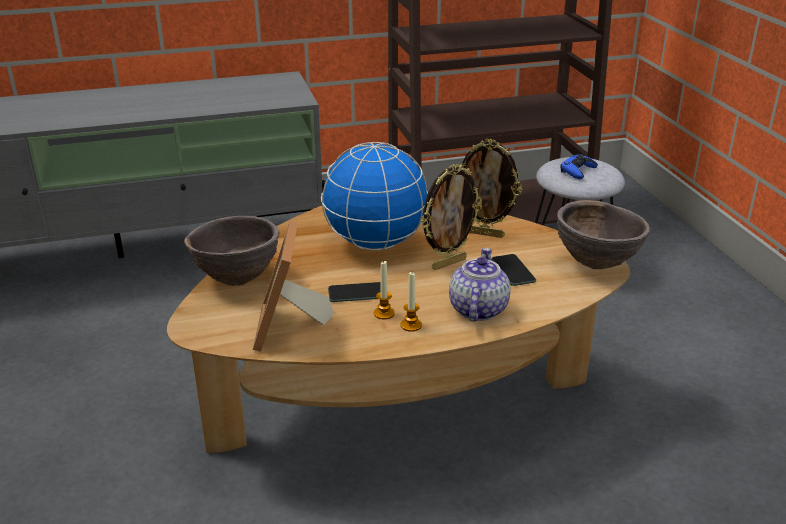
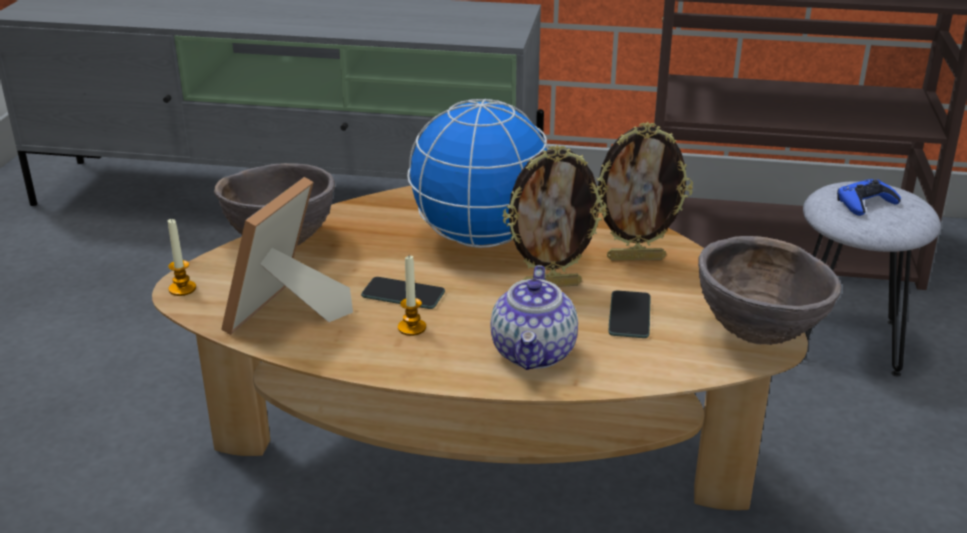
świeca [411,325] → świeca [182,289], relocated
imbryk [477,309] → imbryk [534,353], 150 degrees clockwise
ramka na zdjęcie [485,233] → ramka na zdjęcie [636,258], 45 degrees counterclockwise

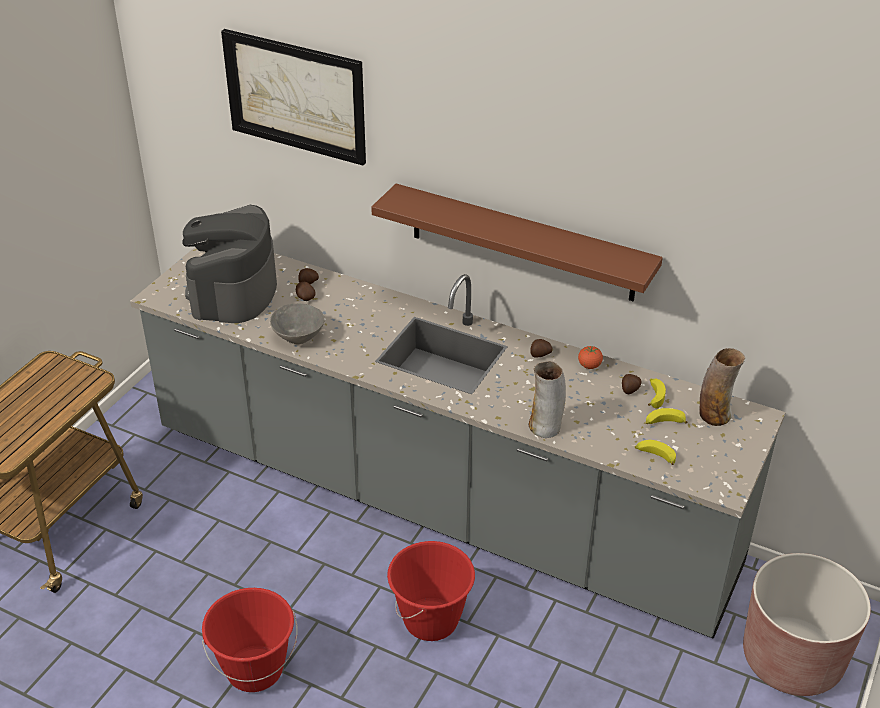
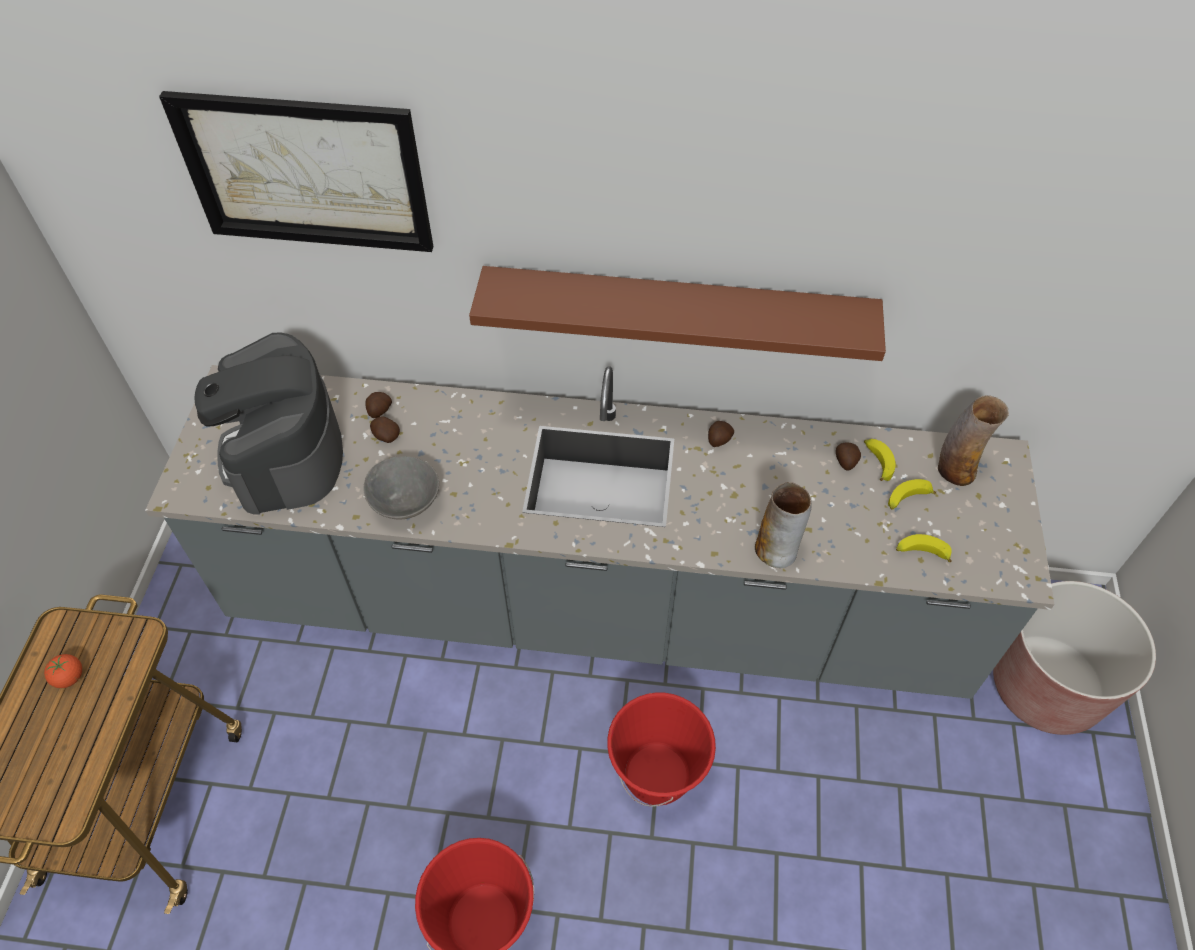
pomidor [589,366] → pomidor [70,677], relocated

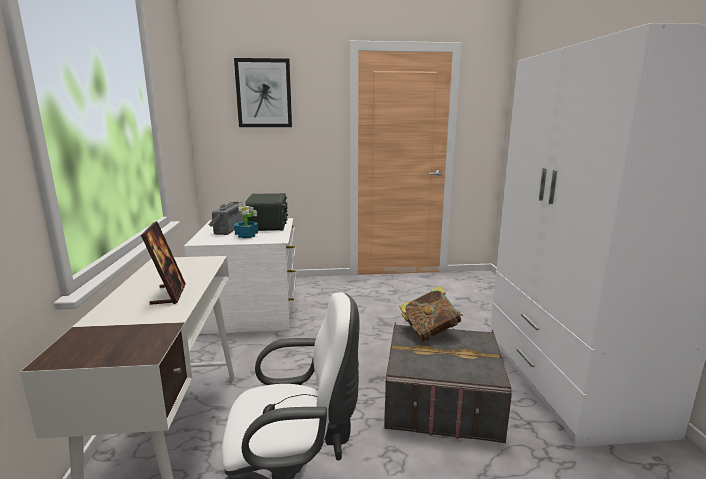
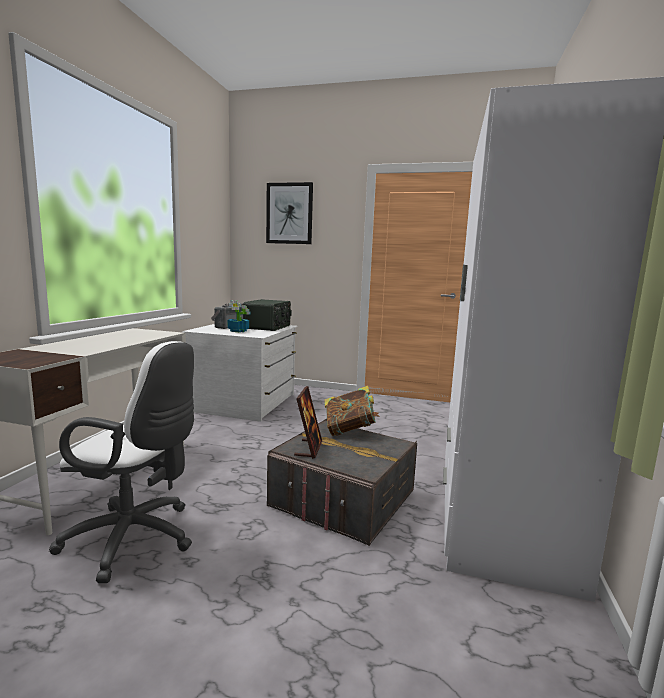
ramka na zdjęcie [168,294] → ramka na zdjęcie [308,448], relocated

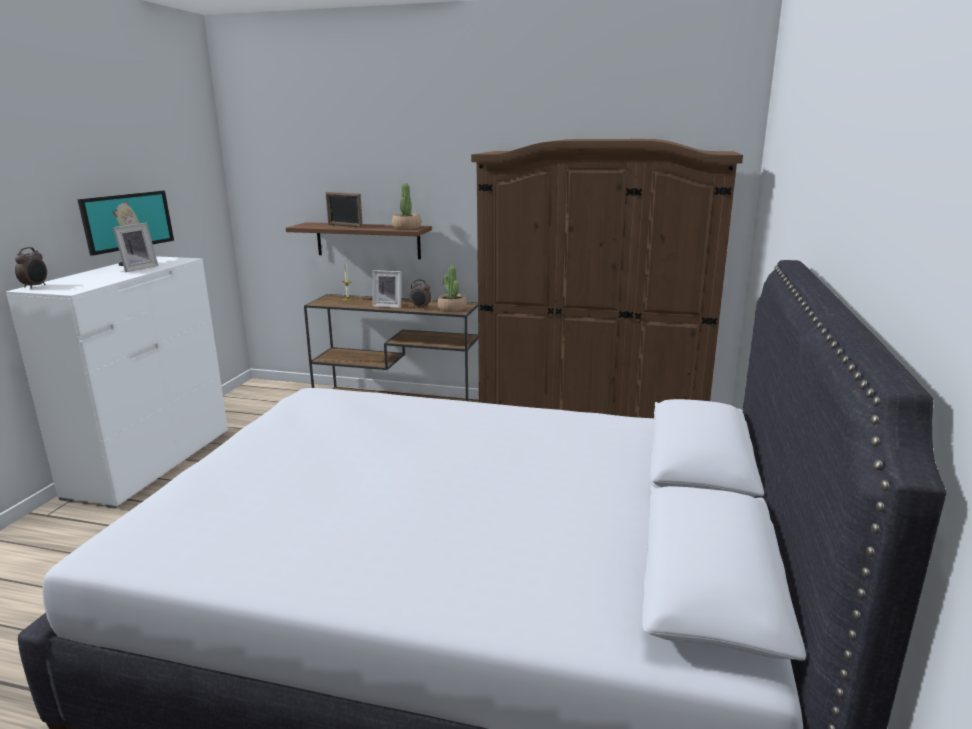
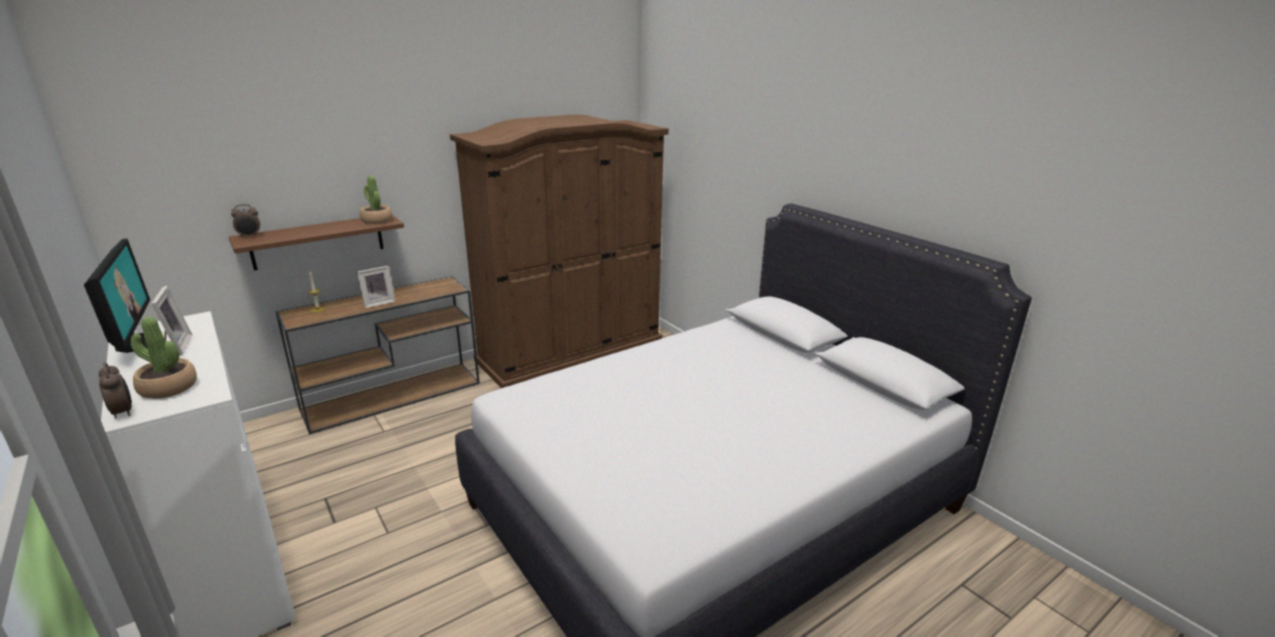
roślina doniczkowa [452,308] → roślina doniczkowa [168,388], relocated
budzik [420,308] → budzik [249,236], relocated
ramka na zdjęcie [344,226] → -

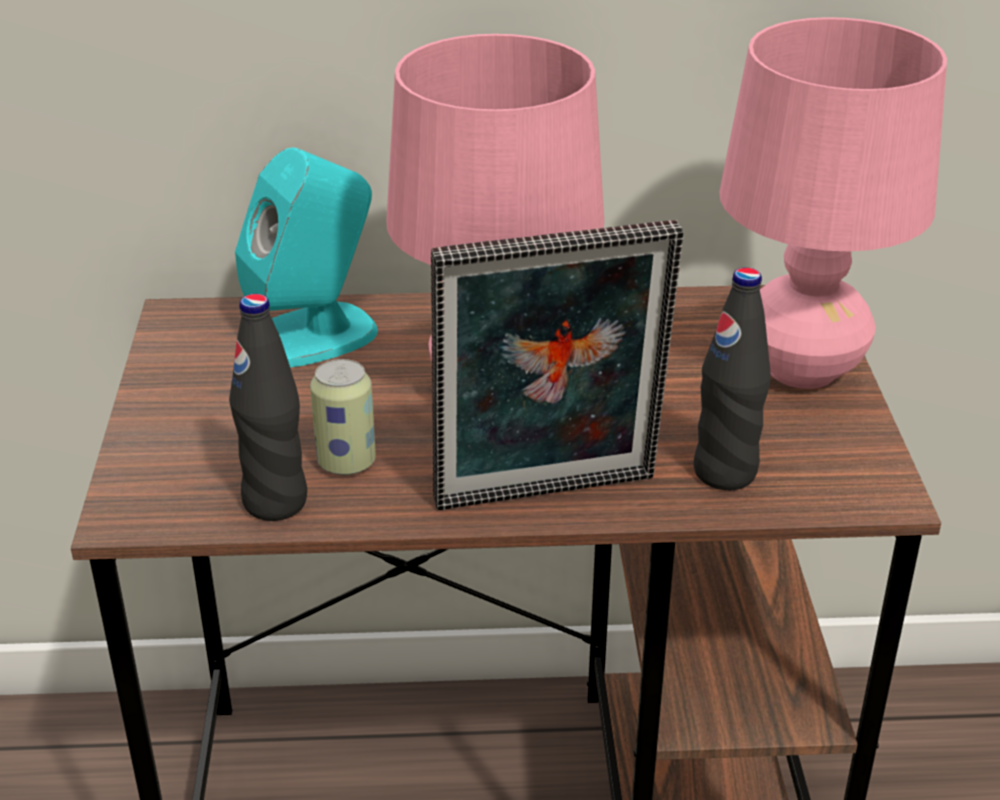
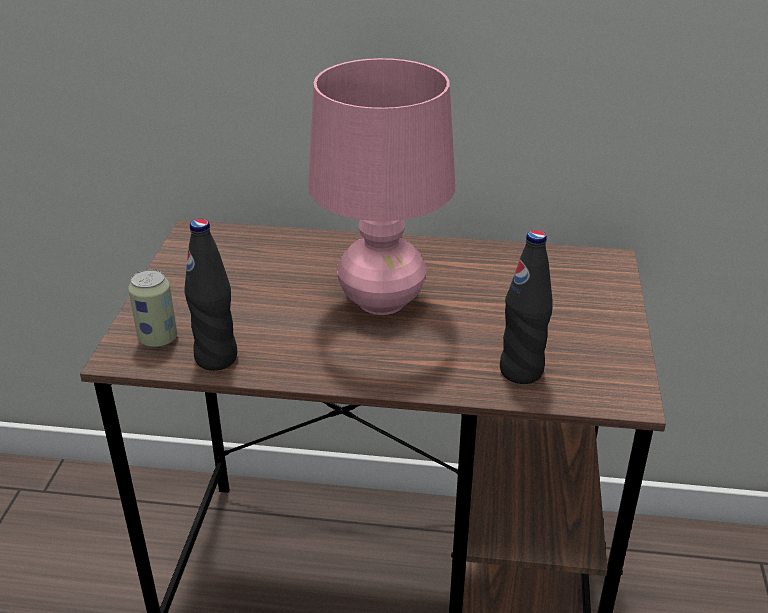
puszka [346,462] → puszka [158,339], relocated
głośnik [turkusowy] [314,336] → -
ramka na zdjęcie [548,497] → -
lampa stołowa [różowy] [802,369] → -

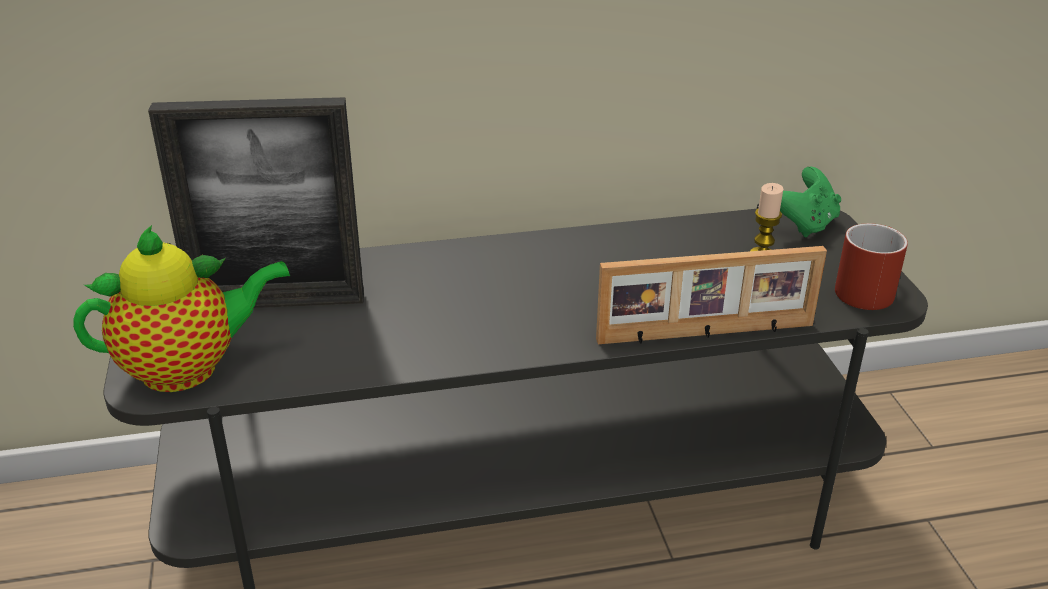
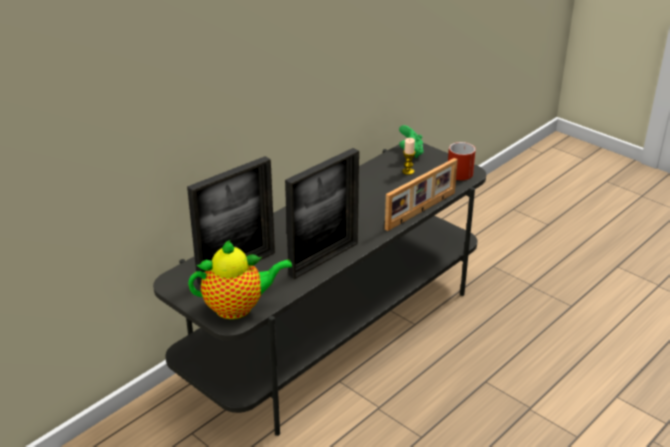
imbryk [188,368] → imbryk [238,307], 45 degrees clockwise
- → ramka na zdjęcie [323,259]

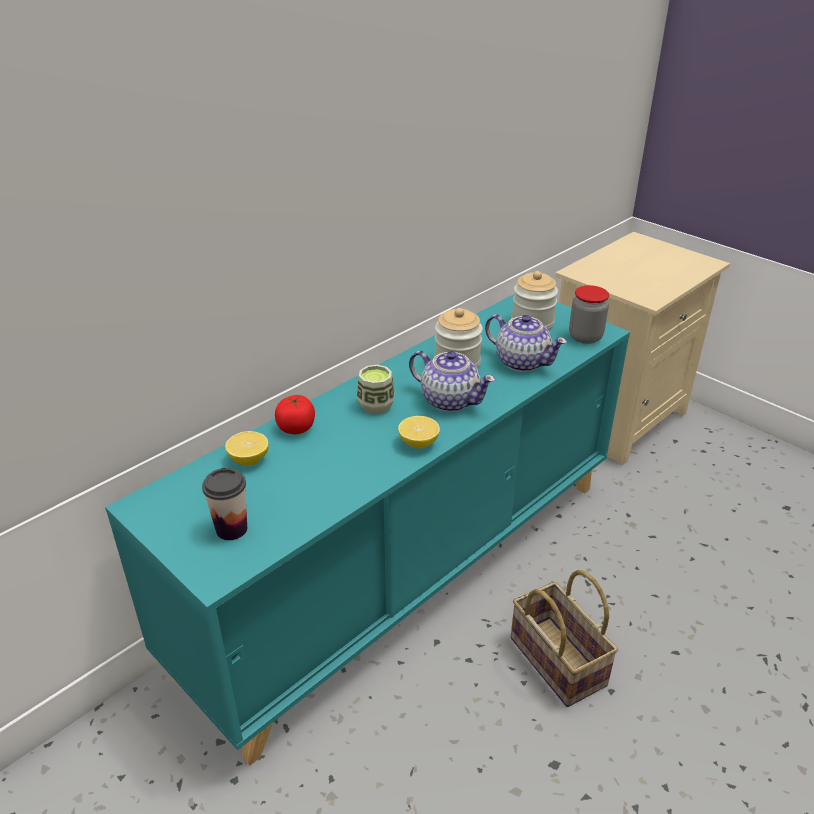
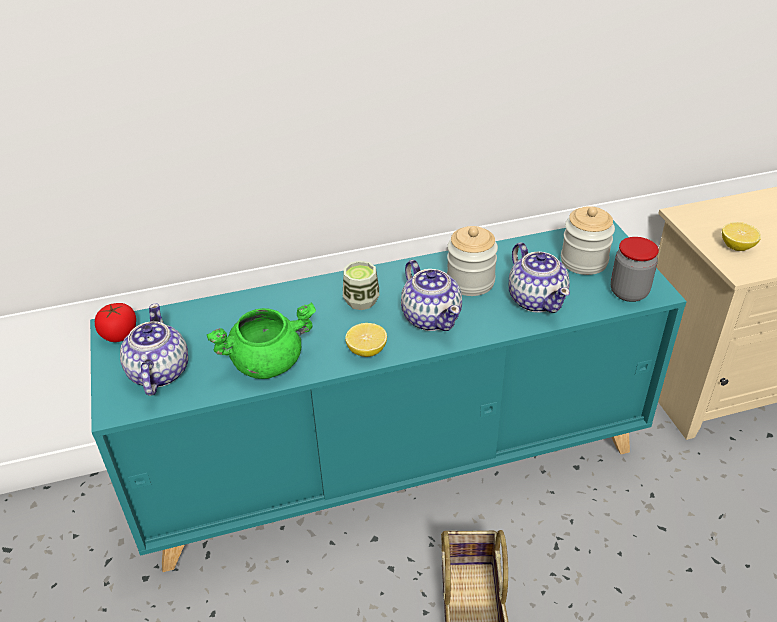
pomidor [296,428] → pomidor [119,335], relocated
filiżanka [231,529] → imbryk [158,373]
- → garnek [zielony] [267,362]
cytryna [249,459] → cytryna [737,246], relocated

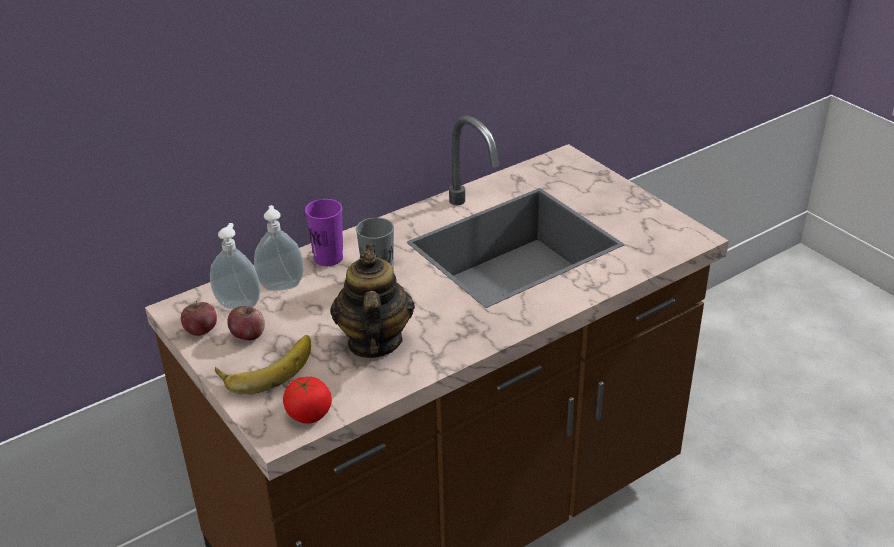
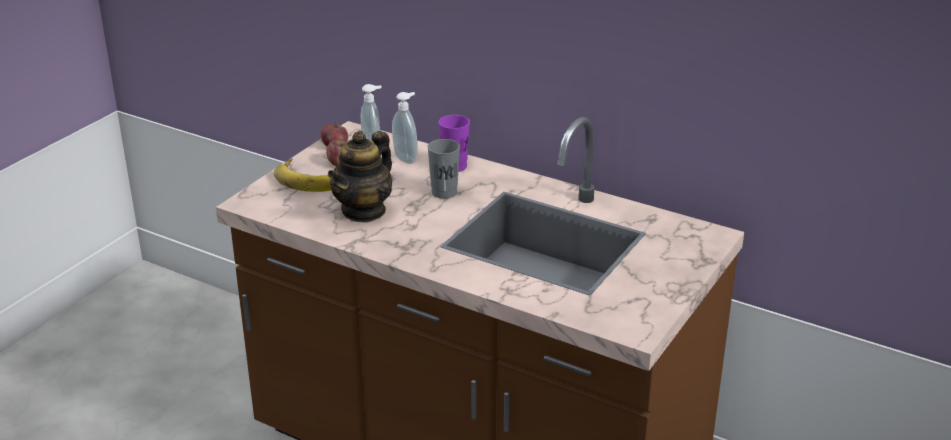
imbryk [374,342] → imbryk [364,211], 150 degrees clockwise
pomidor [309,414] → -

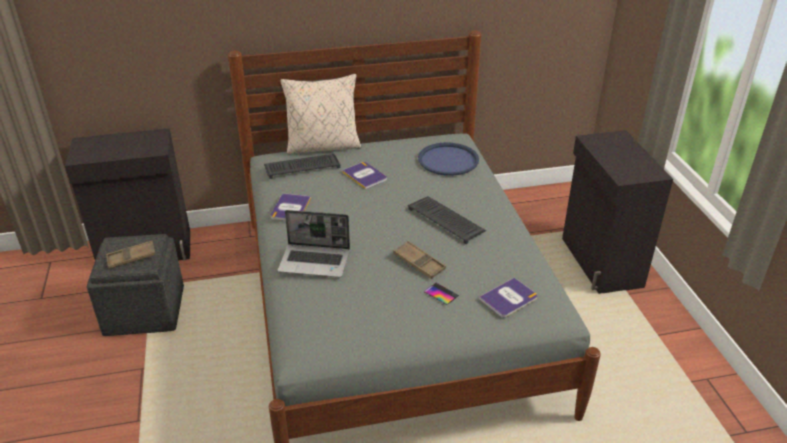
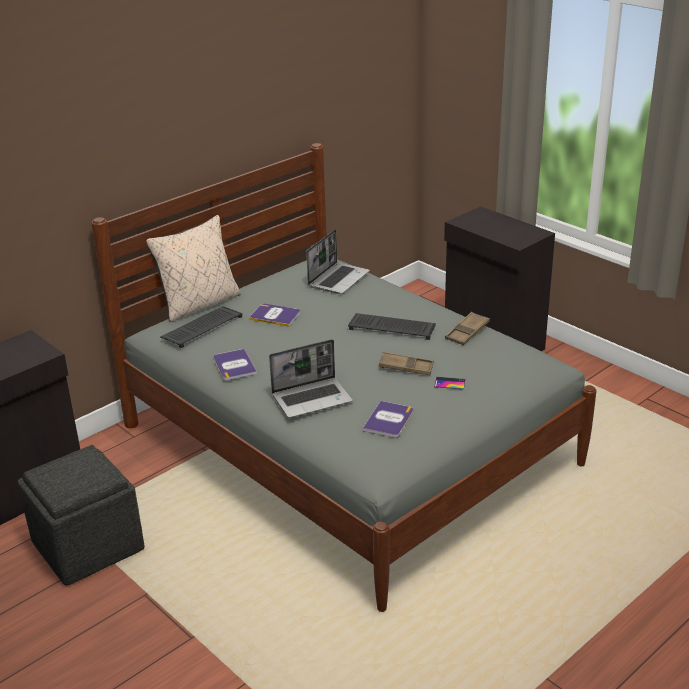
taca [niebieski] [448,160] → laptop [338,279]
książka [508,298] → książka [388,420], relocated
taca [brązowy] [131,258] → taca [brązowy] [467,332], relocated

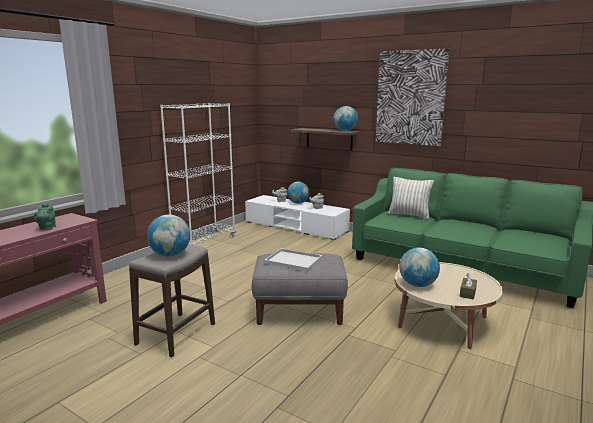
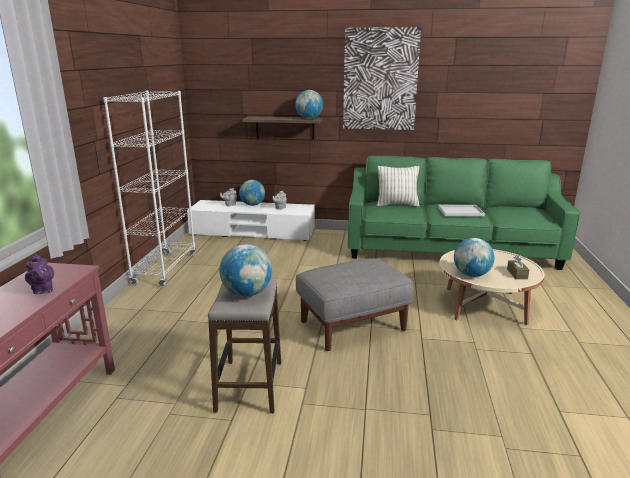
imbryk [zielony] [46,228] → imbryk [fioletowy] [42,290]
taca [biały] [292,260] → taca [biały] [459,211], relocated

